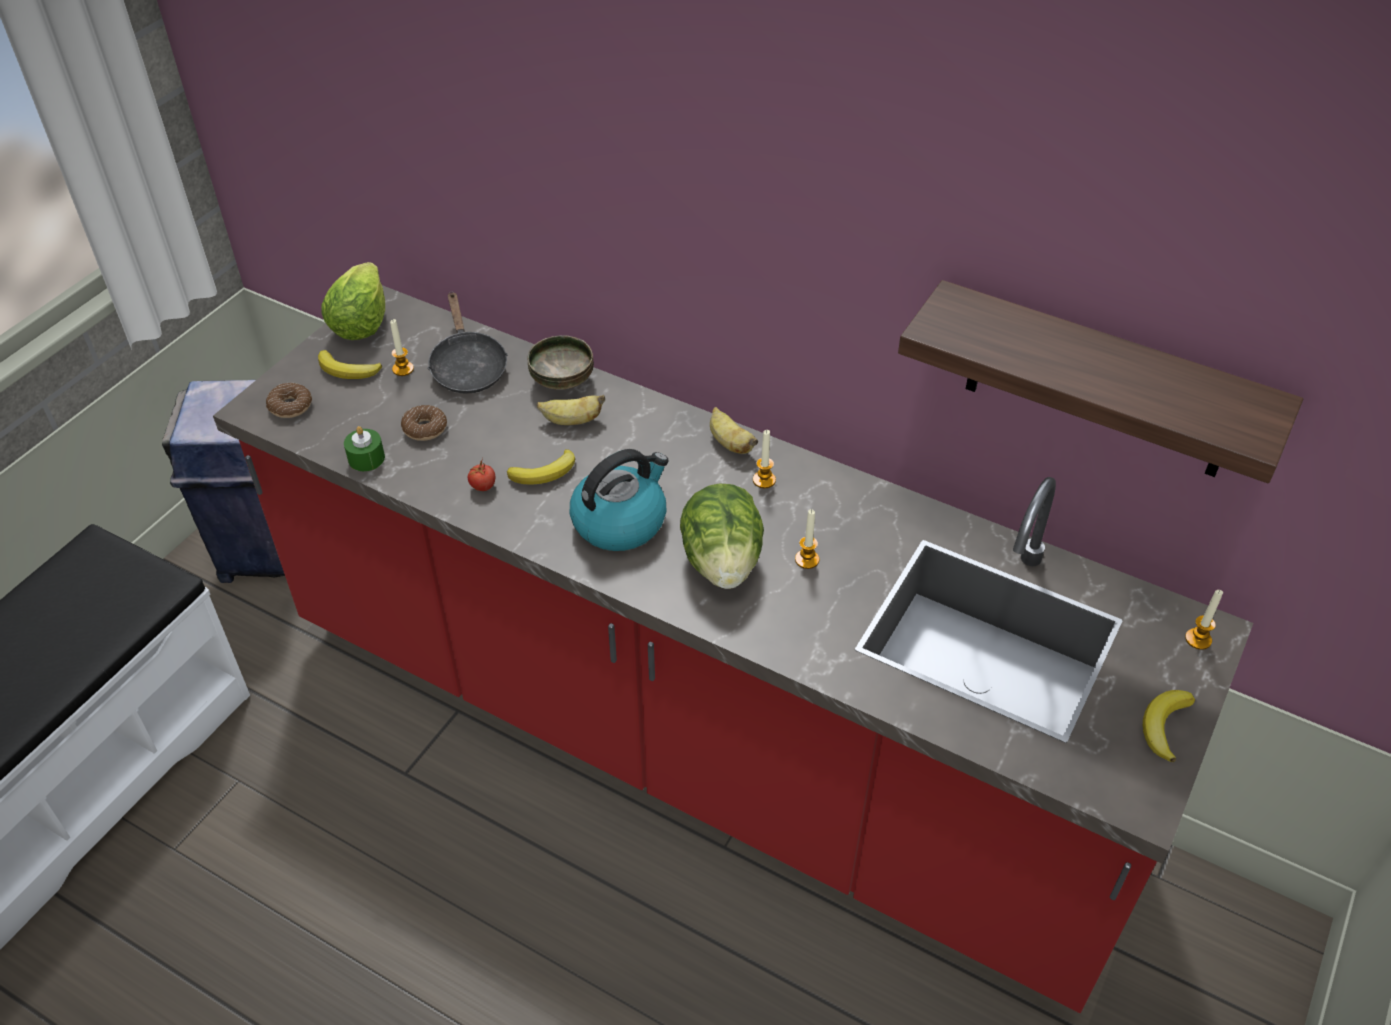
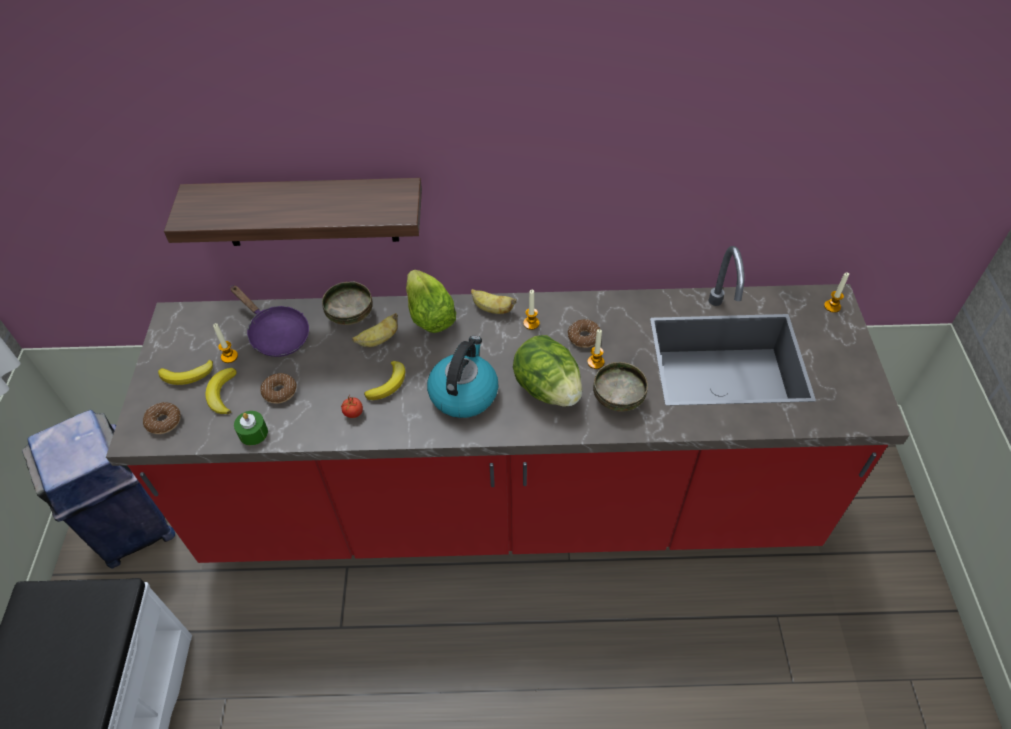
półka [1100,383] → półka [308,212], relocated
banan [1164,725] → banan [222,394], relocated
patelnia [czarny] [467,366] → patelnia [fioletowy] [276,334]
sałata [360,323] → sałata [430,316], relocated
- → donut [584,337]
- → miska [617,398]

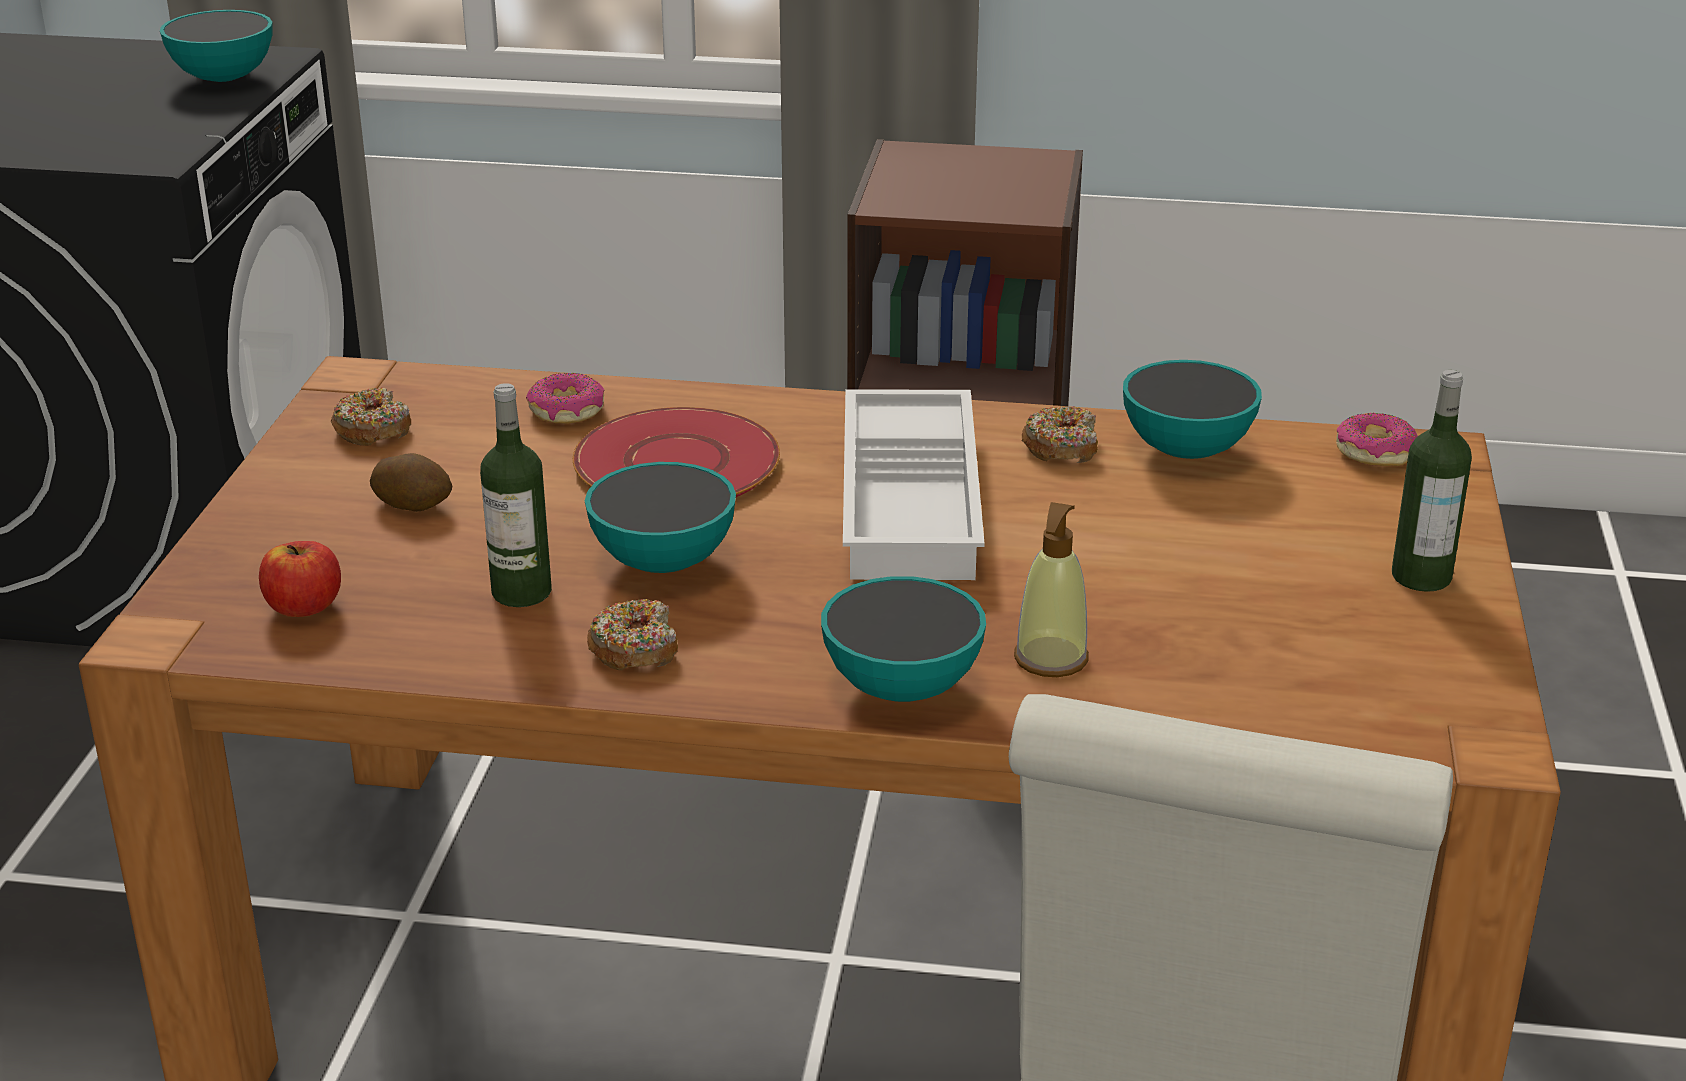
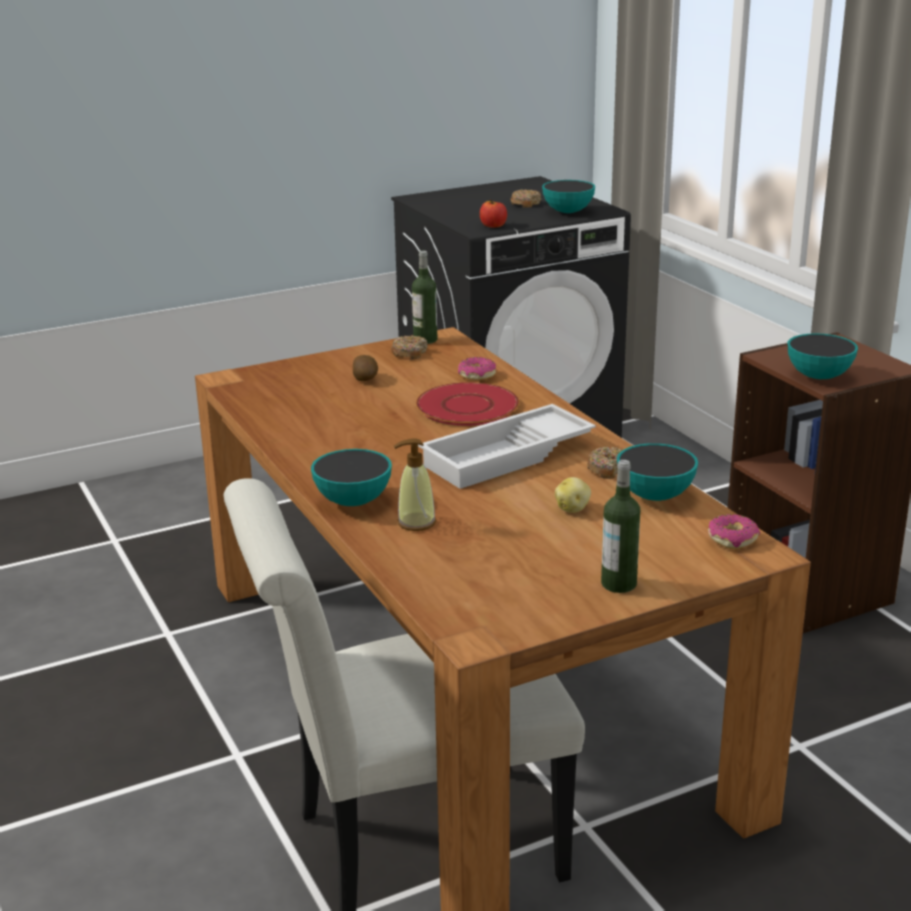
butelka [521,592] → butelka [425,340], relocated
jabłko [304,607] → jabłko [493,226], relocated
donut [634,649] → donut [525,204], relocated
- → ziemniak [573,509]
miska [663,562] → miska [819,377], relocated

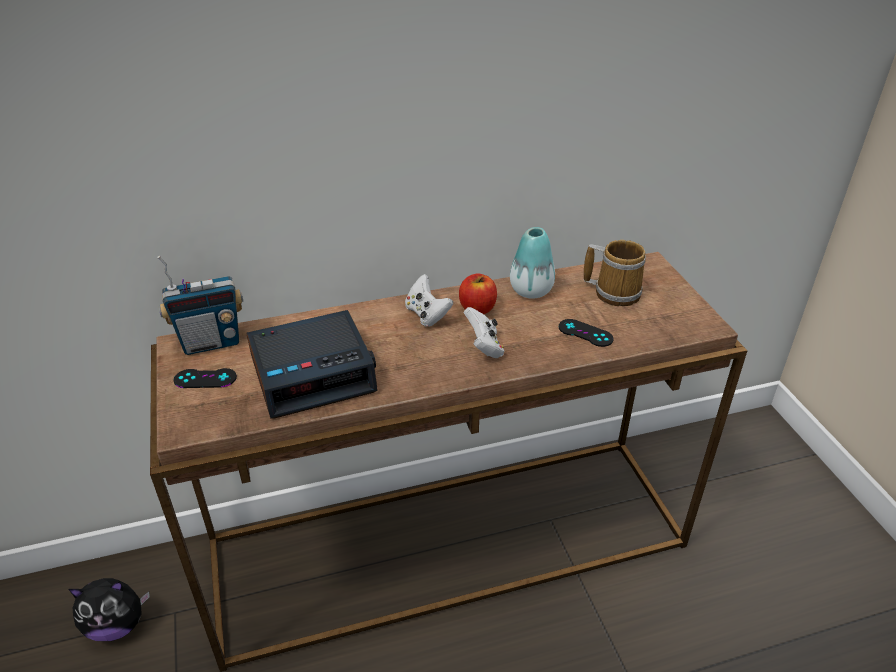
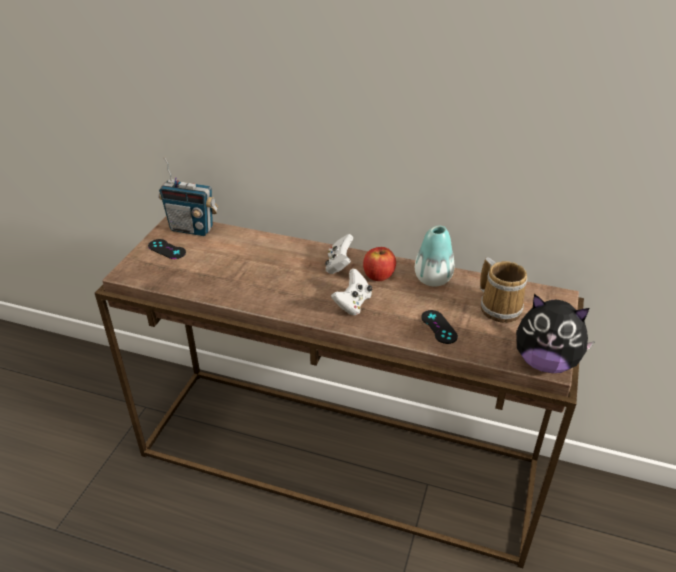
pluszak [117,625] → pluszak [545,362], relocated
budzik [313,373] → -

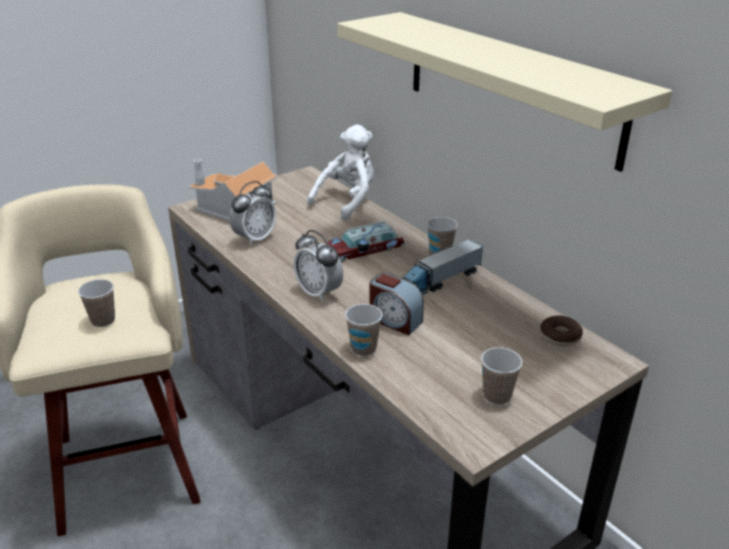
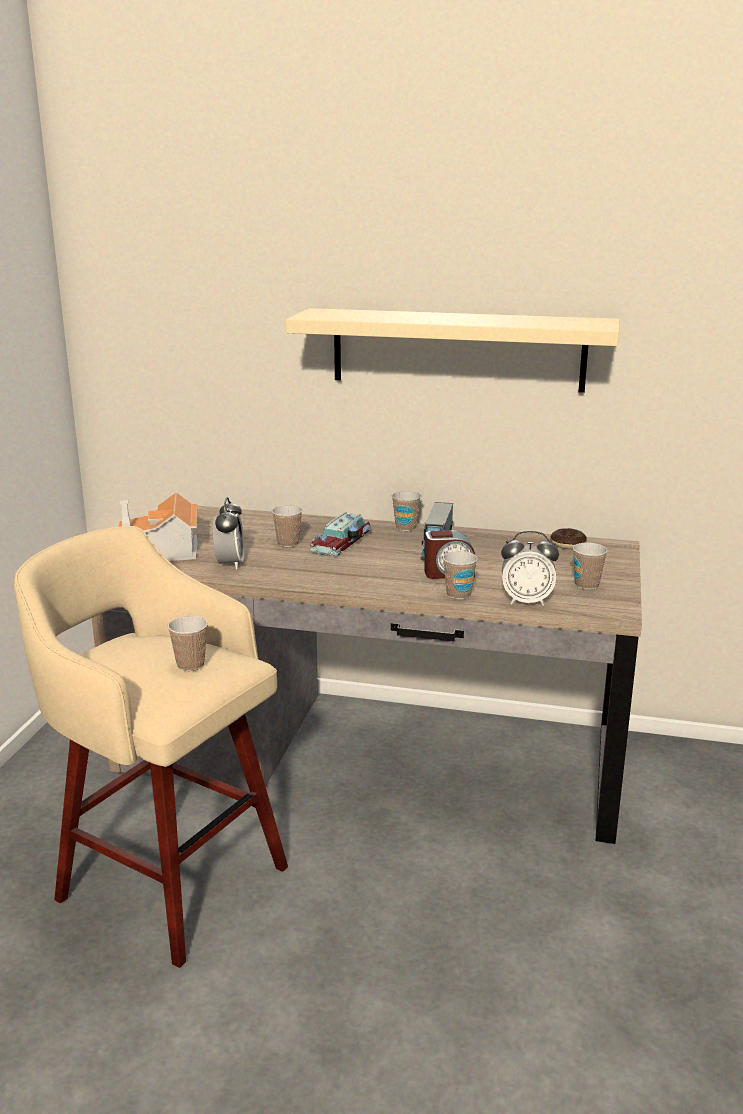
- → filiżanka [288,543]
budzik [319,293] → budzik [526,601], relocated
pluszak [biały] [347,201] → -

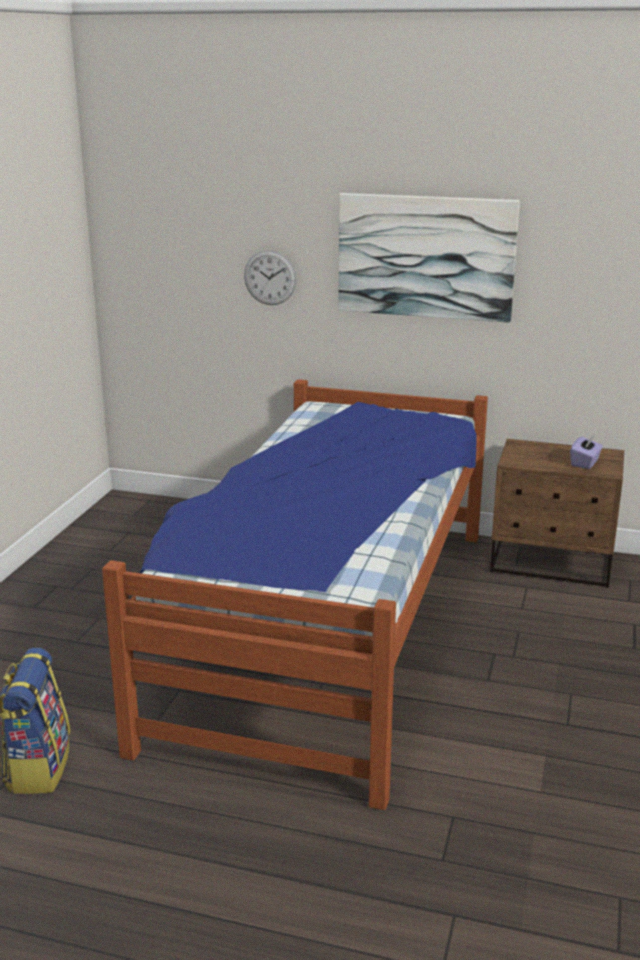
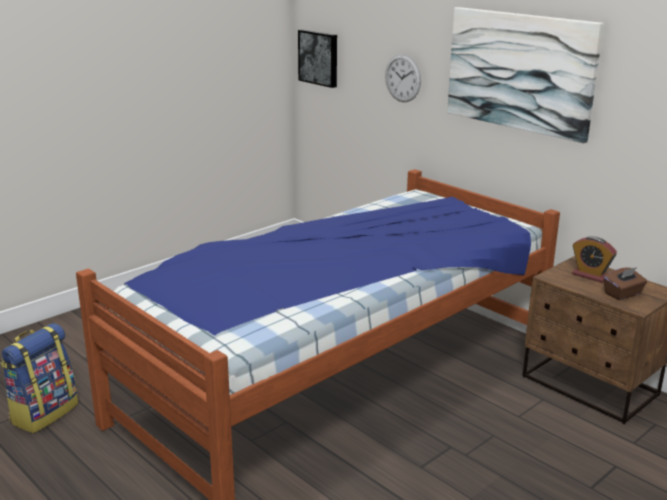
- → obraz [319,57]
- → budzik [590,275]
pudełko chusteczek [fioletowy] [585,463] → pudełko chusteczek [brązowy] [623,294]

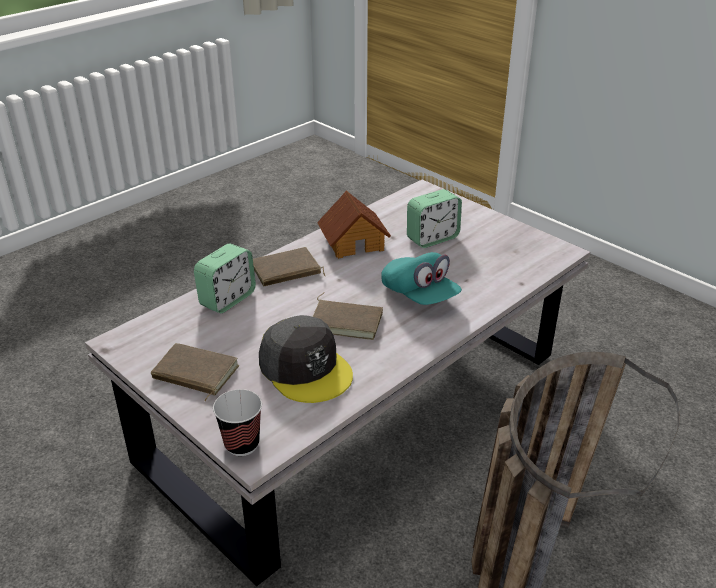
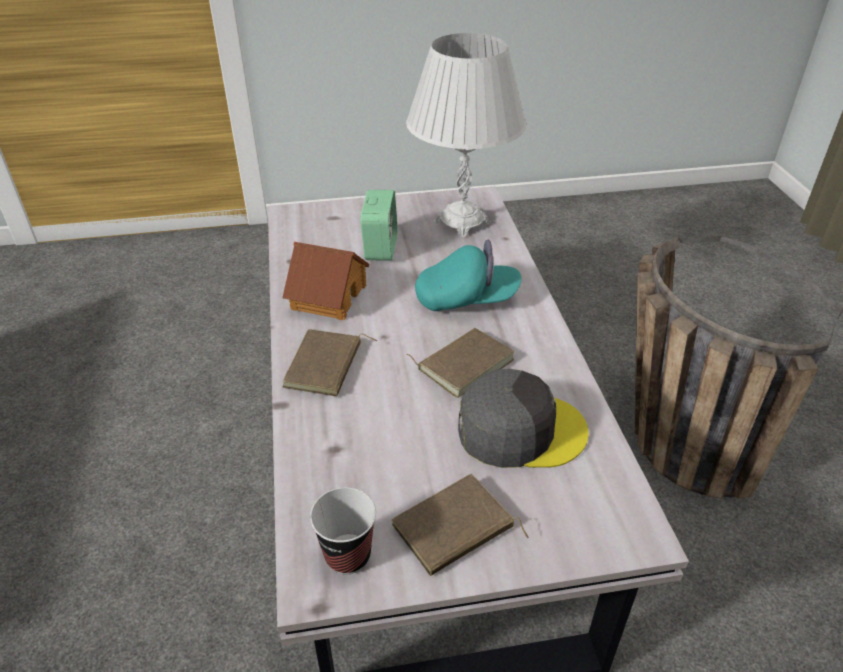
filiżanka [242,444] → filiżanka [347,555], relocated
- → lampa stołowa [biały] [462,222]
budzik [227,299] → -

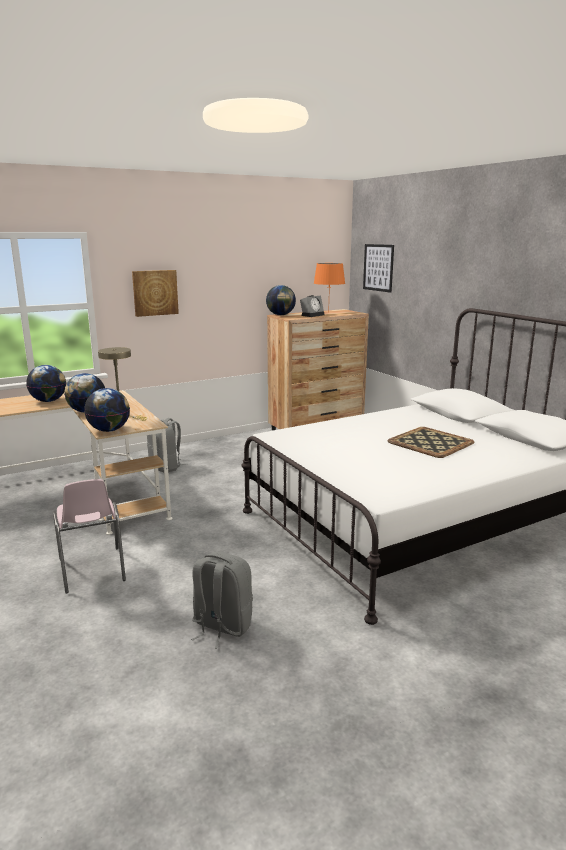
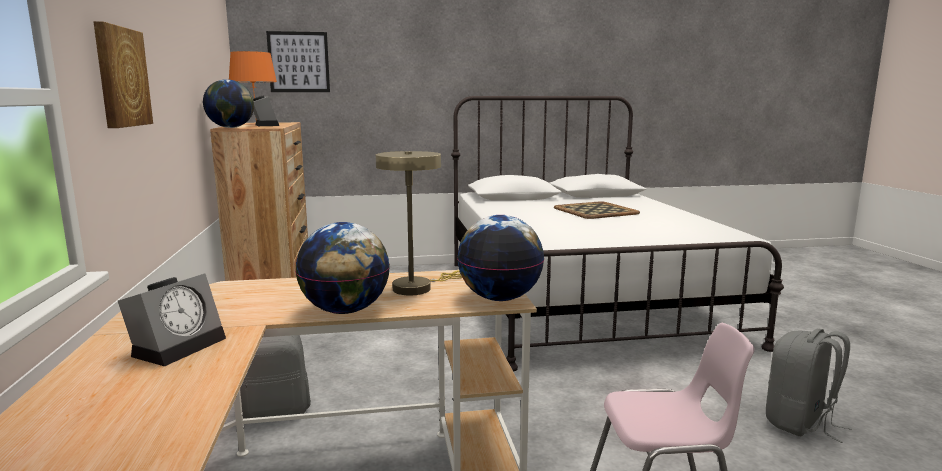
globus [49,401] → budzik [179,345]

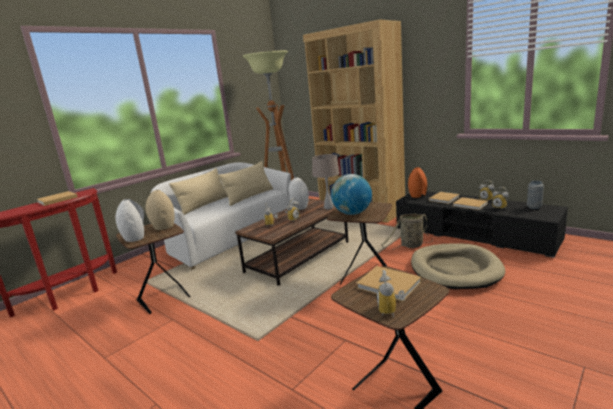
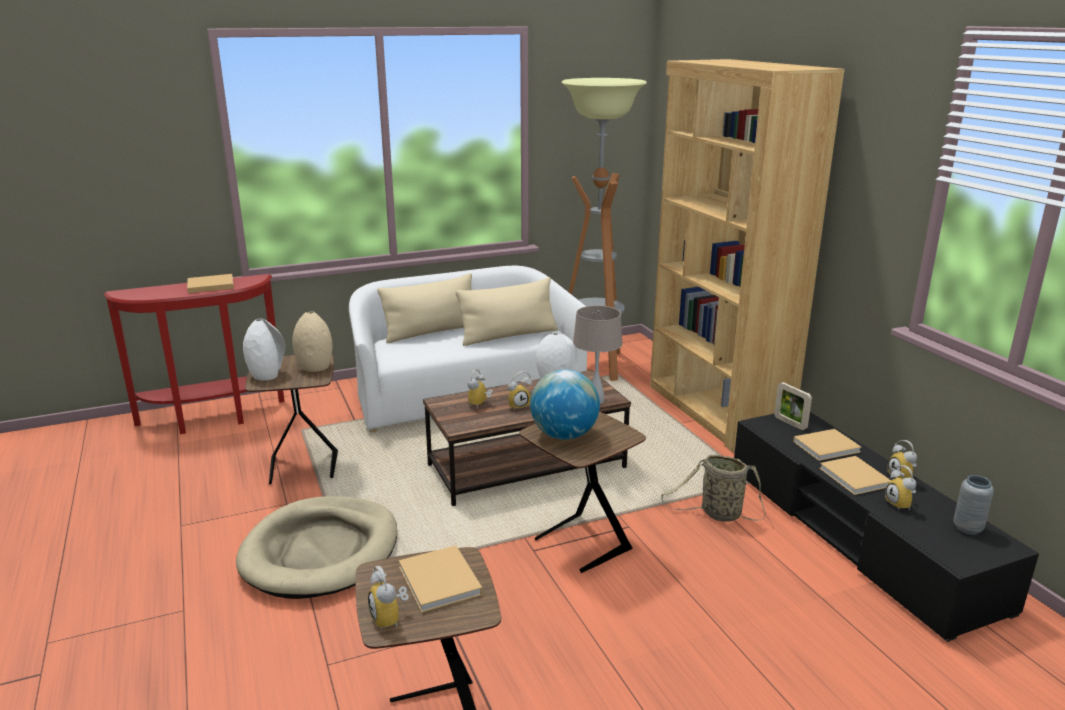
legowisko [beżowy] [455,269] → legowisko [beżowy] [321,552], relocated
budzik [391,311] → budzik [391,619], 60 degrees counterclockwise
wazon [pomarańczowy] [418,196] → ramka na zdjęcie [790,423]

